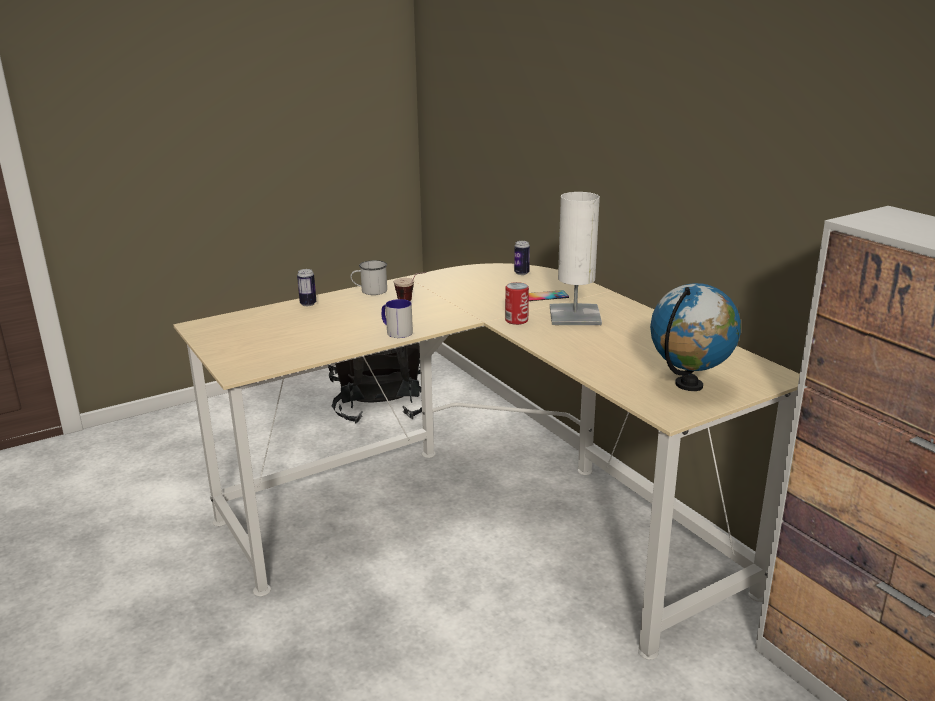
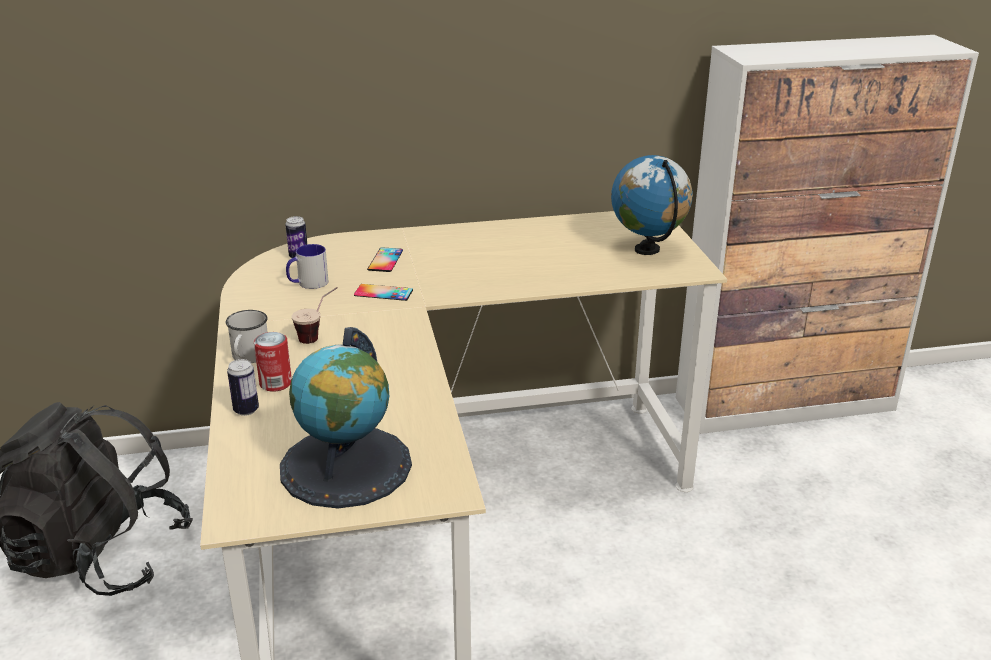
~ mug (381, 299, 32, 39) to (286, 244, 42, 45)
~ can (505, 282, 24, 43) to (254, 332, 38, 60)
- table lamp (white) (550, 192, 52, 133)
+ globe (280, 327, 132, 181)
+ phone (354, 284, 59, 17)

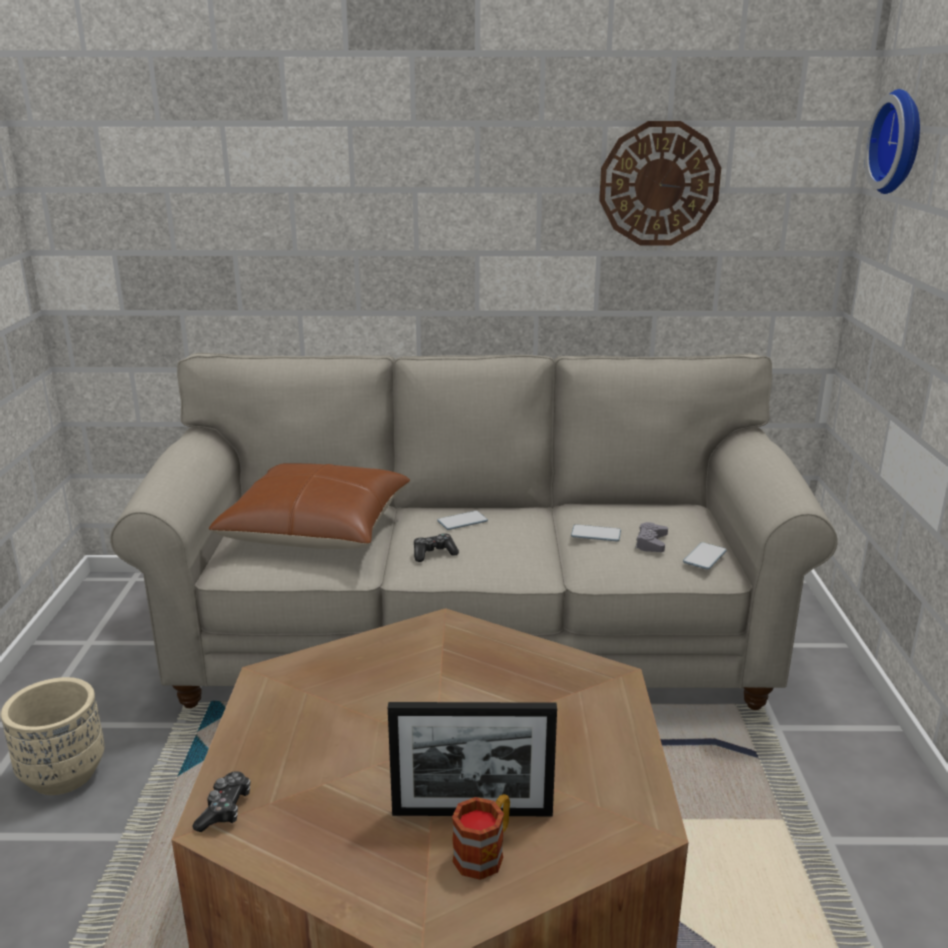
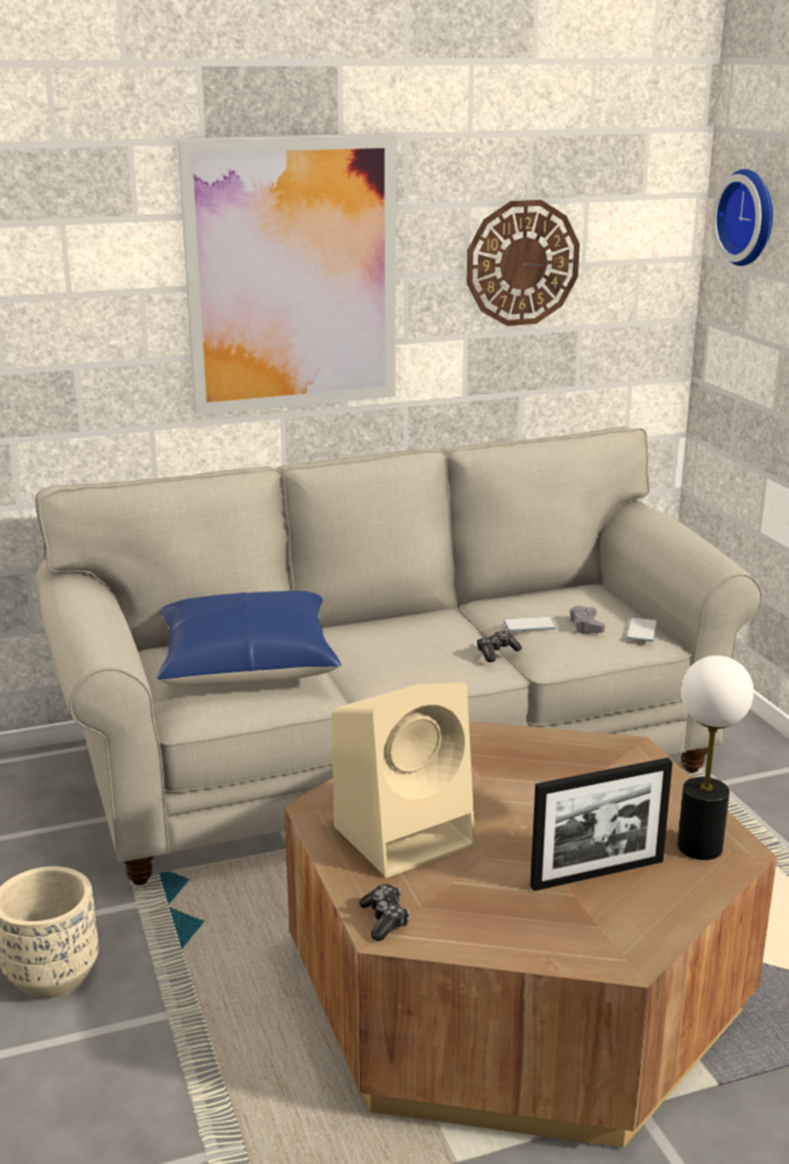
~ pillow (brown) (209, 463, 201, 86) to pillow (blue) (157, 591, 184, 96)
~ game controller (414, 533, 45, 29) to (477, 631, 45, 31)
- phone (437, 511, 51, 19)
- mug (452, 794, 58, 86)
+ picture (178, 135, 218, 280)
+ speaker (beige) (331, 683, 144, 195)
+ table lamp (677, 655, 77, 205)

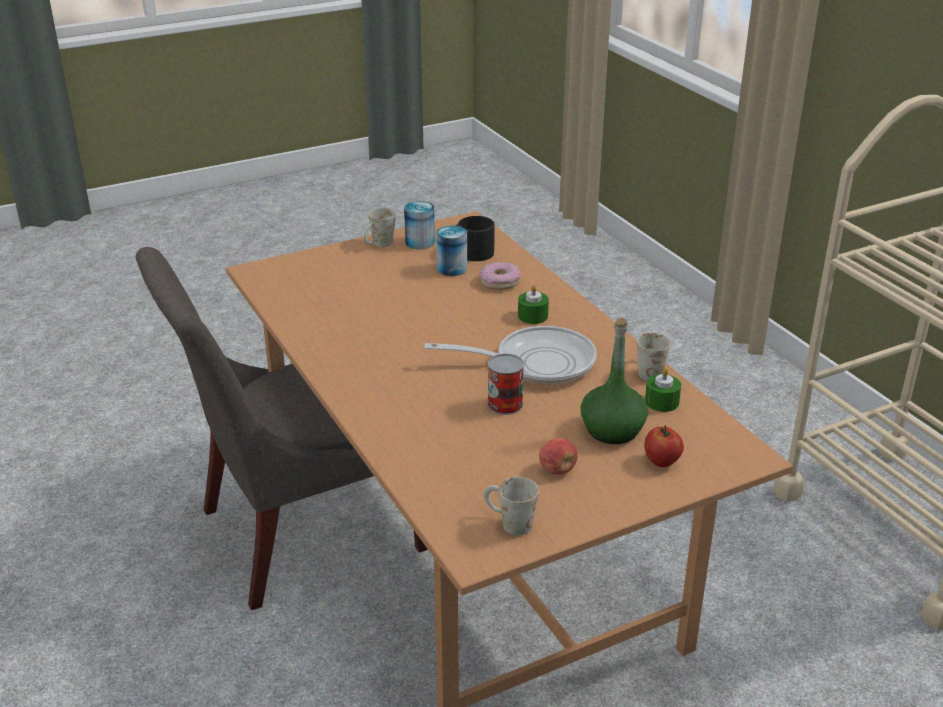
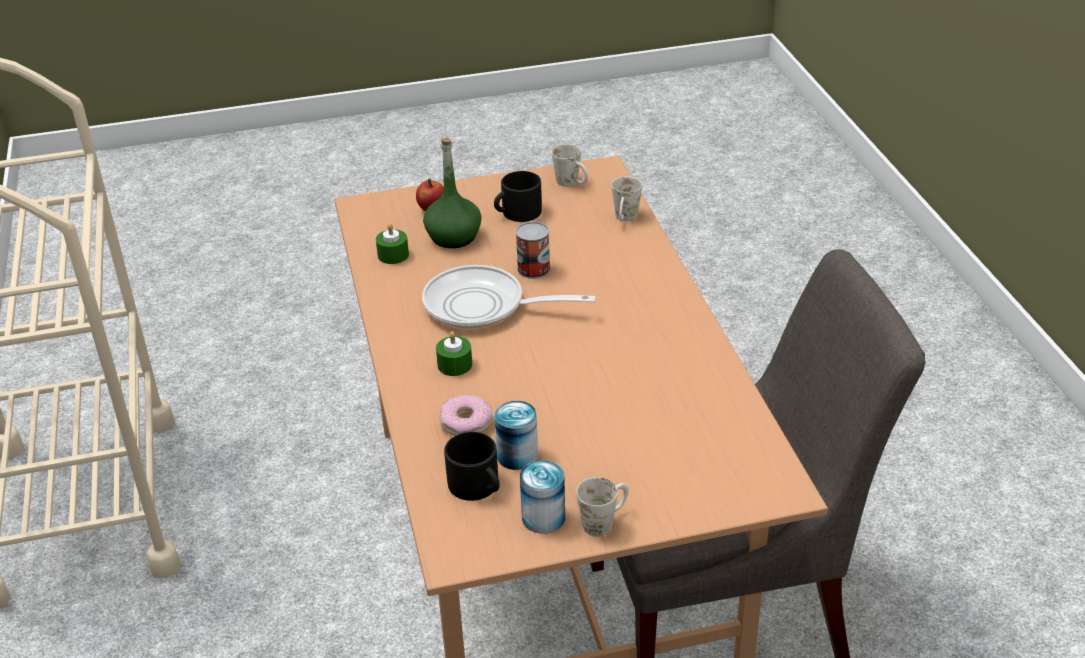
~ apple (539, 438, 39, 37) to mug (black) (494, 171, 48, 51)
~ mug (white) (637, 333, 34, 48) to (612, 176, 30, 46)

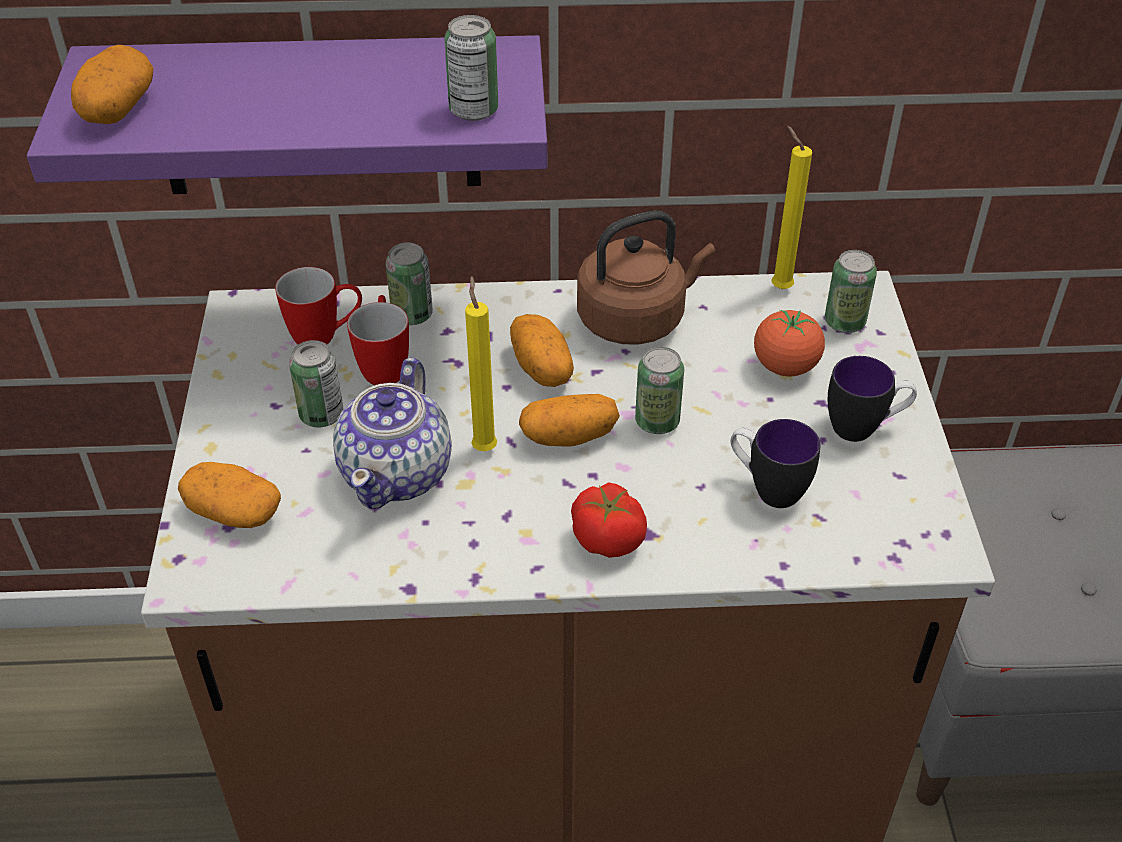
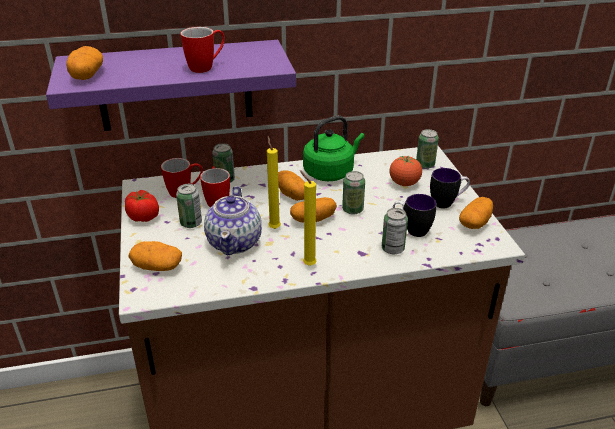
~ can (444, 15, 54, 106) to (382, 208, 26, 46)
~ tomato (571, 482, 76, 76) to (125, 190, 34, 32)
~ kettle (brown) (577, 210, 138, 135) to kettle (green) (303, 116, 62, 65)
~ candle (yellow) (771, 126, 41, 163) to (300, 170, 17, 96)
+ mug (180, 27, 45, 46)
+ potato (459, 197, 34, 32)

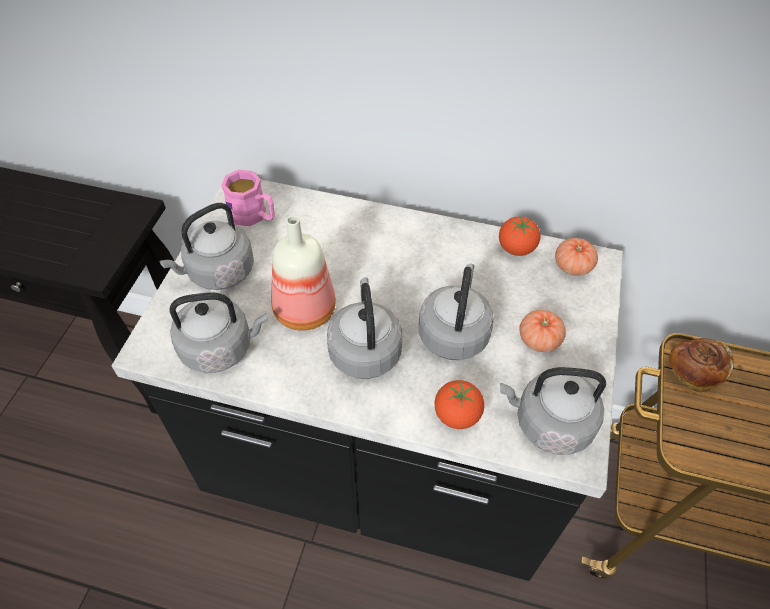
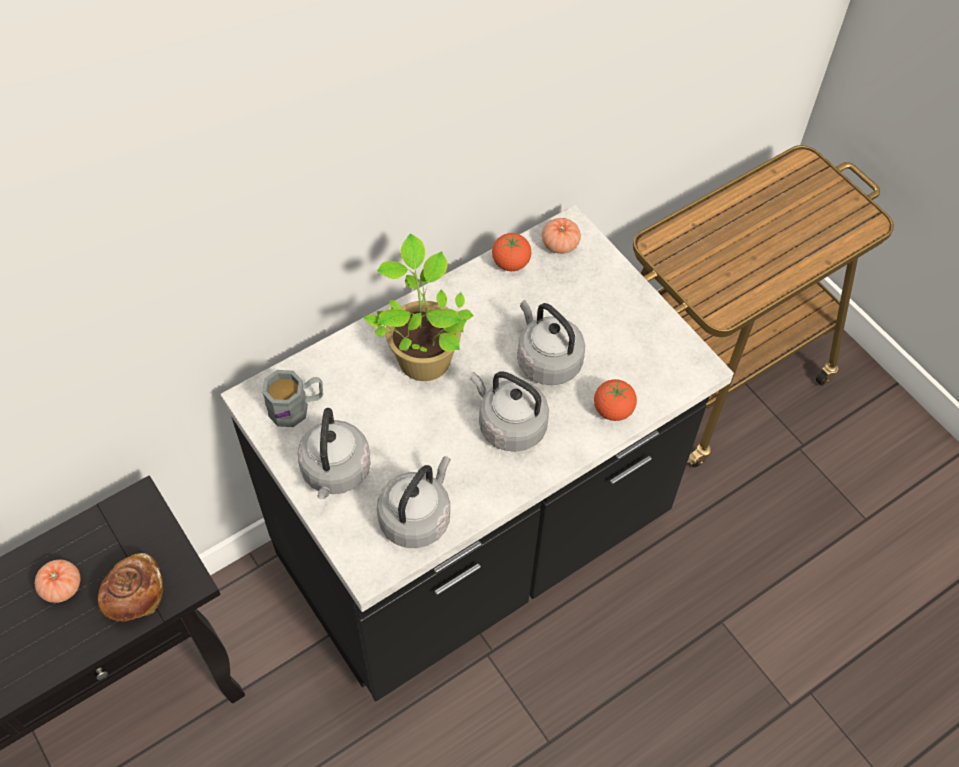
~ mug (pink) (221, 170, 54, 56) to mug (grey) (262, 370, 61, 57)
- bottle (271, 215, 65, 116)
- kettle (grey) (500, 367, 106, 88)
~ tomato (520, 310, 46, 42) to (35, 560, 45, 43)
~ bread (668, 338, 66, 55) to (98, 553, 65, 69)
+ potted plant (364, 234, 109, 147)

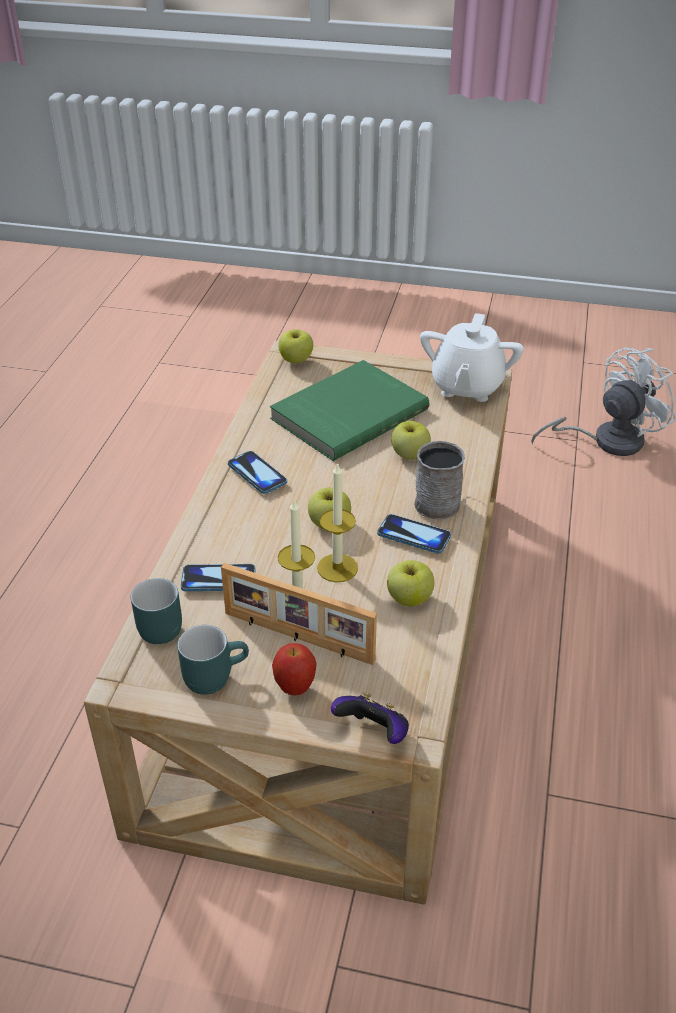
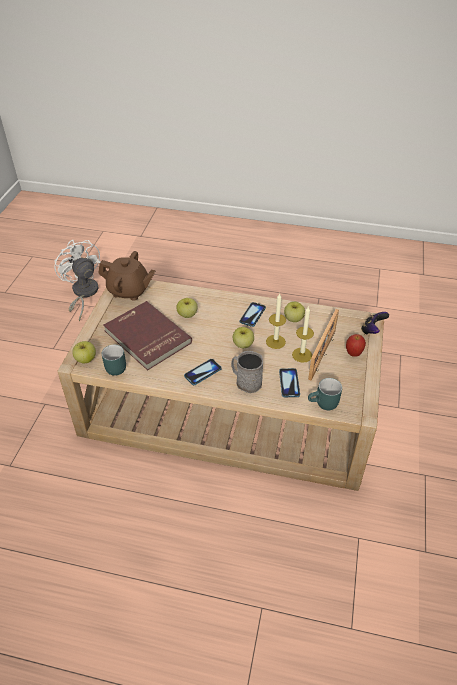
~ mug (turquoise) (177, 625, 72, 70) to (102, 345, 24, 31)
~ book (green) (270, 360, 159, 101) to book (red) (103, 301, 89, 70)
~ mug (grey) (414, 441, 51, 78) to (231, 351, 32, 42)
~ teapot (white) (420, 313, 104, 89) to teapot (brown) (98, 251, 58, 50)

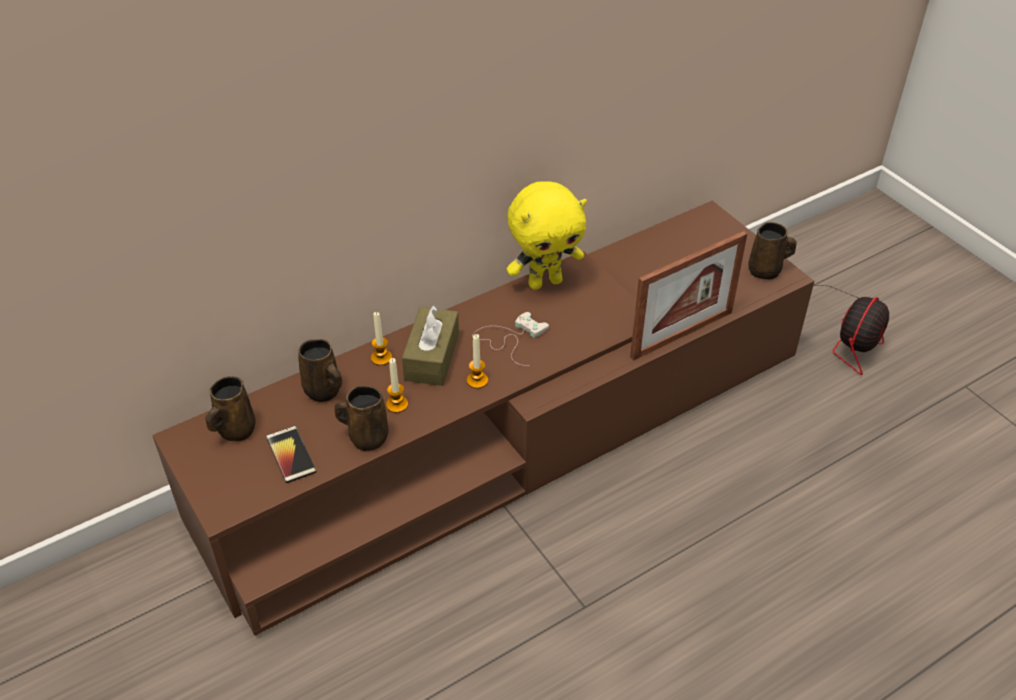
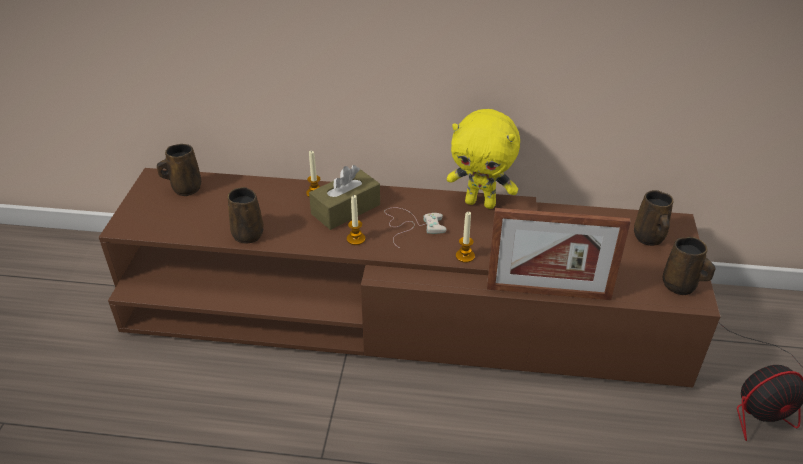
- phone (266, 426, 51, 57)
~ mug (brown) (298, 339, 44, 63) to (634, 190, 40, 56)
~ candle (386, 358, 22, 55) to (456, 212, 19, 51)

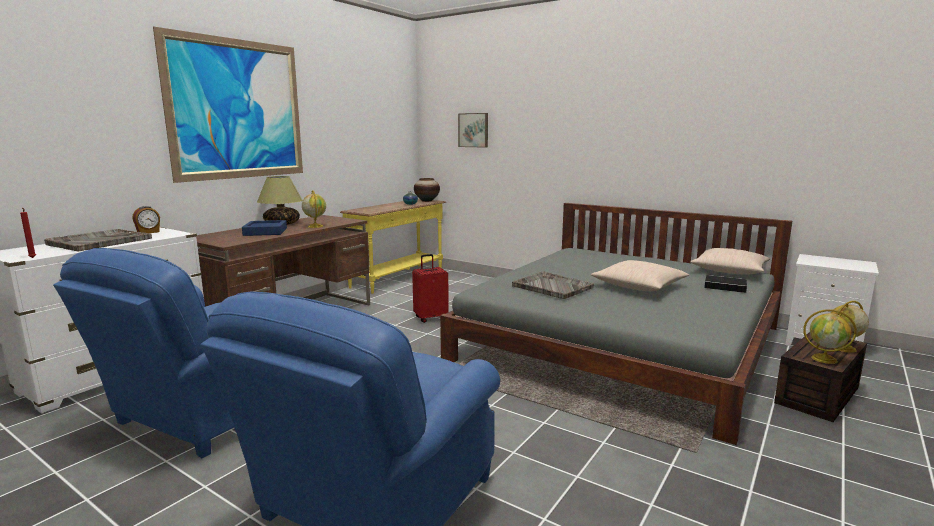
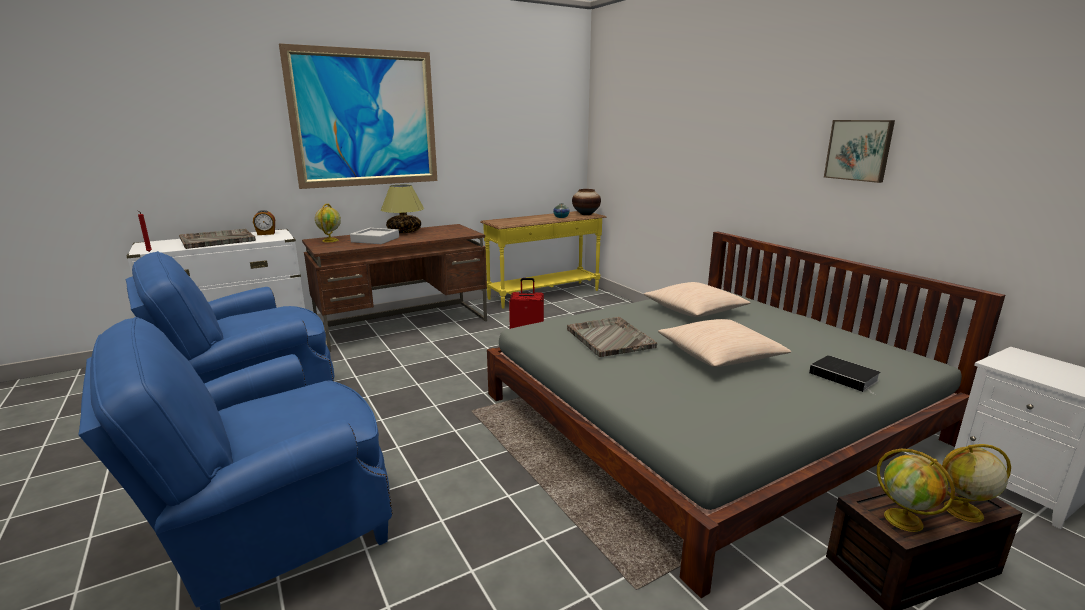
~ tray (blue) (242, 220, 45, 16) to tray (grey) (350, 228, 49, 16)
~ globe (302, 190, 24, 38) to (315, 204, 26, 38)
~ picture (458, 113, 30, 35) to (824, 120, 71, 63)
~ pillow (beige) (690, 248, 80, 26) to (644, 282, 106, 35)

